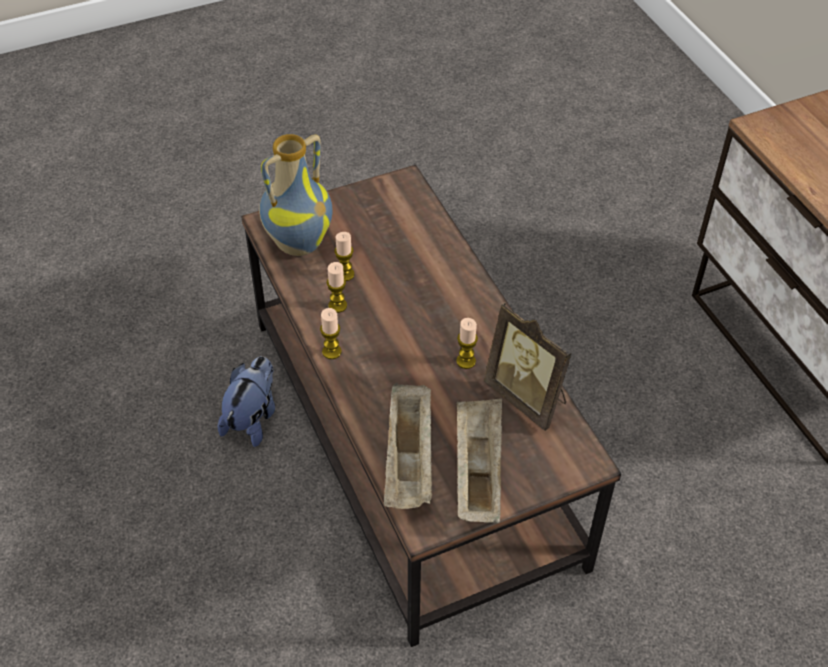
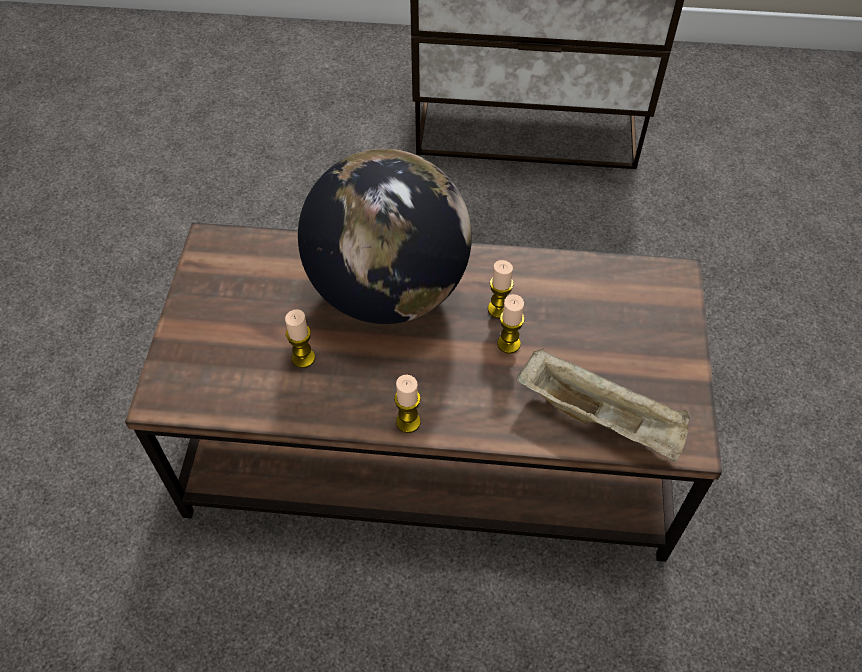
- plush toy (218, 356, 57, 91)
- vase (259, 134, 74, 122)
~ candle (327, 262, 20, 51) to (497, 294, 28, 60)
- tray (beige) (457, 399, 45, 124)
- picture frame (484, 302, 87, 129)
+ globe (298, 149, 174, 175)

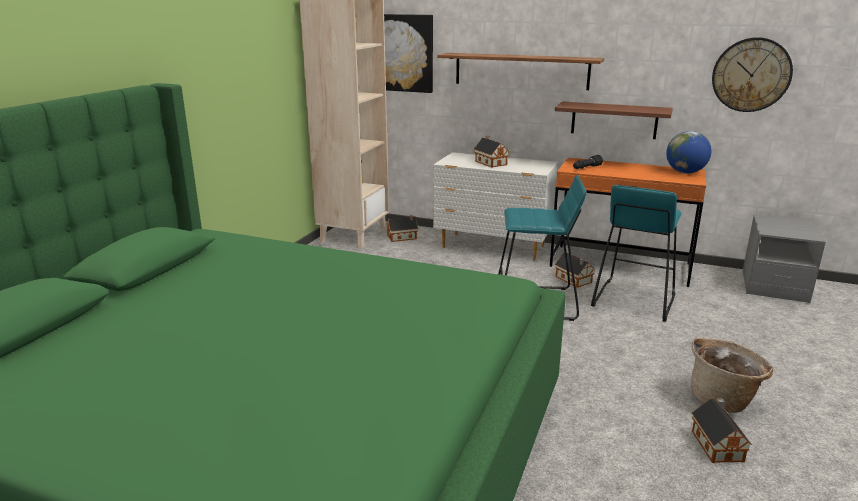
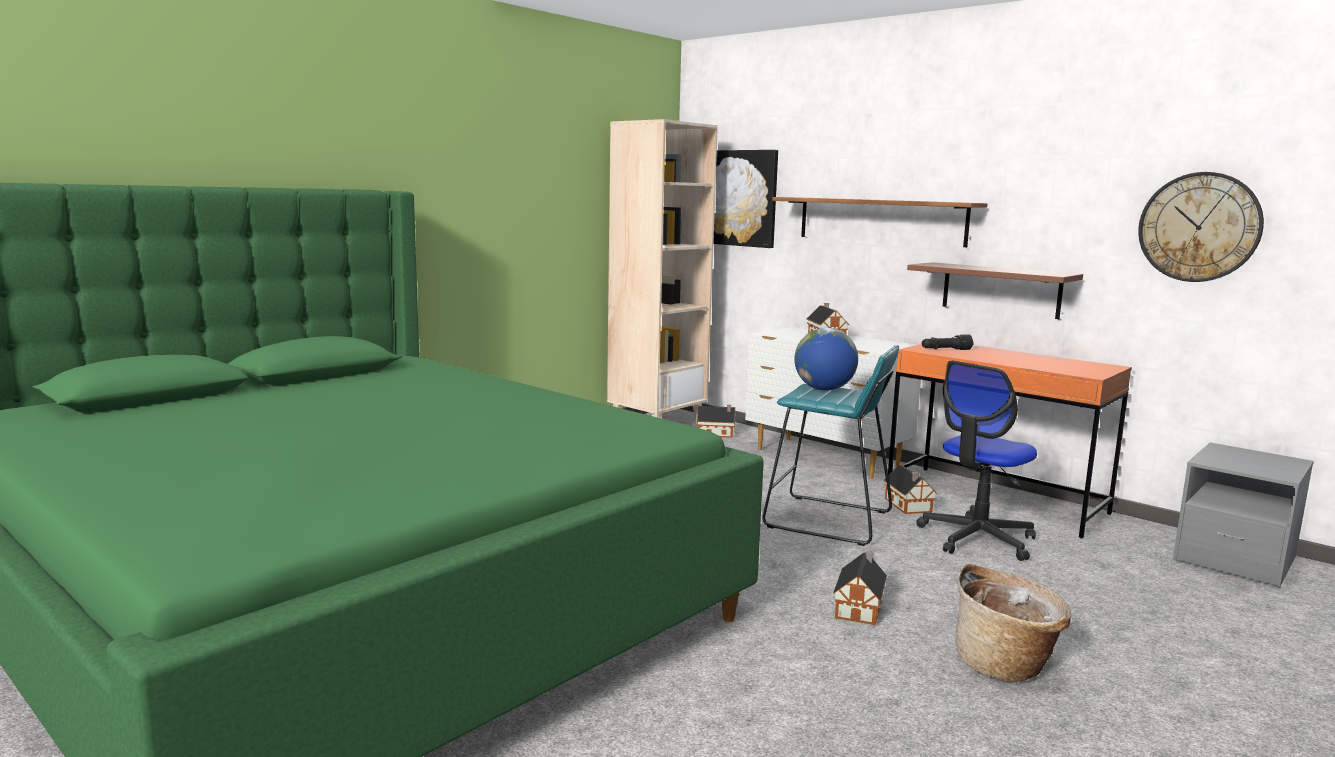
~ stool (turquoise) (591, 185, 91, 137) to office chair (916, 361, 121, 200)
~ globe (666, 131, 46, 42) to (794, 328, 64, 63)
~ toy house (692, 398, 60, 65) to (833, 551, 54, 74)

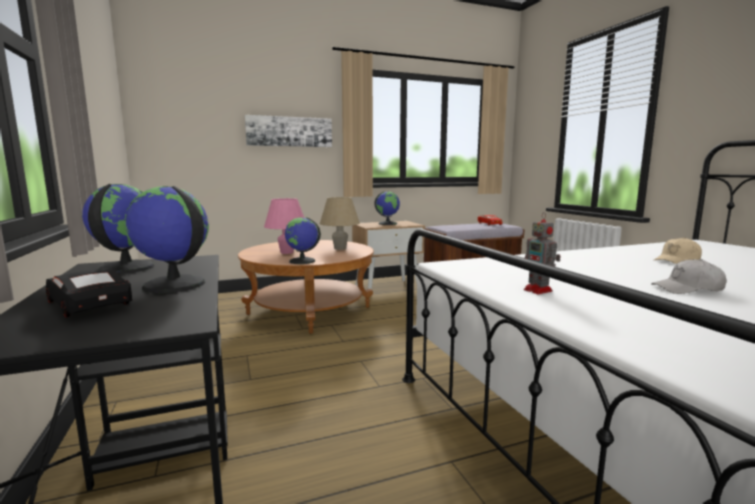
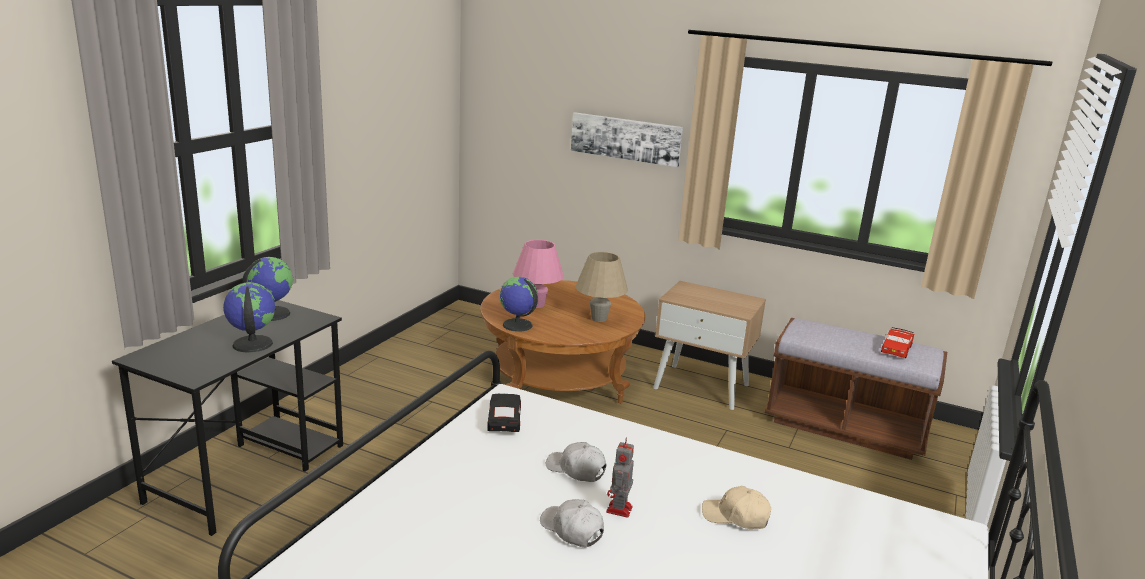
~ toy car (black) (46, 268, 86, 49) to (487, 394, 34, 38)
- globe (374, 192, 26, 33)
~ toy robot (524, 212, 37, 82) to (606, 437, 28, 81)
+ cap (white) (546, 442, 61, 40)

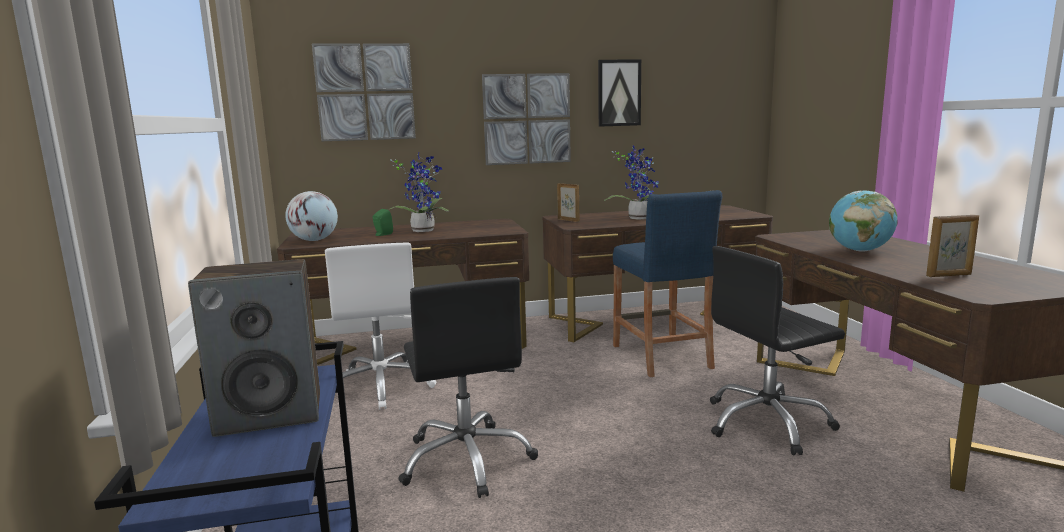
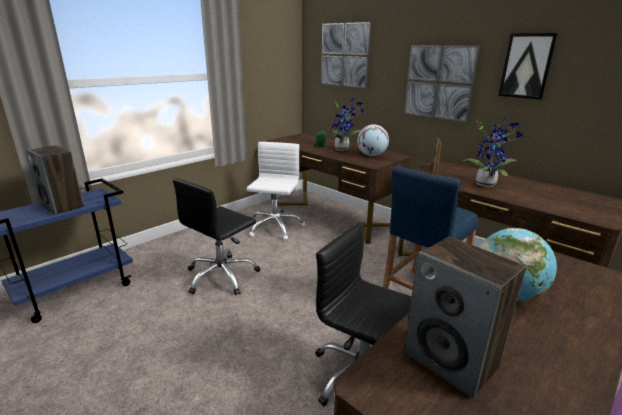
~ globe (285, 191, 53, 50) to (357, 124, 32, 32)
~ office chair (white) (325, 243, 111, 167) = (246, 142, 59, 98) 150 degrees clockwise
~ picture frame (926, 215, 53, 62) to speaker (404, 237, 122, 162)

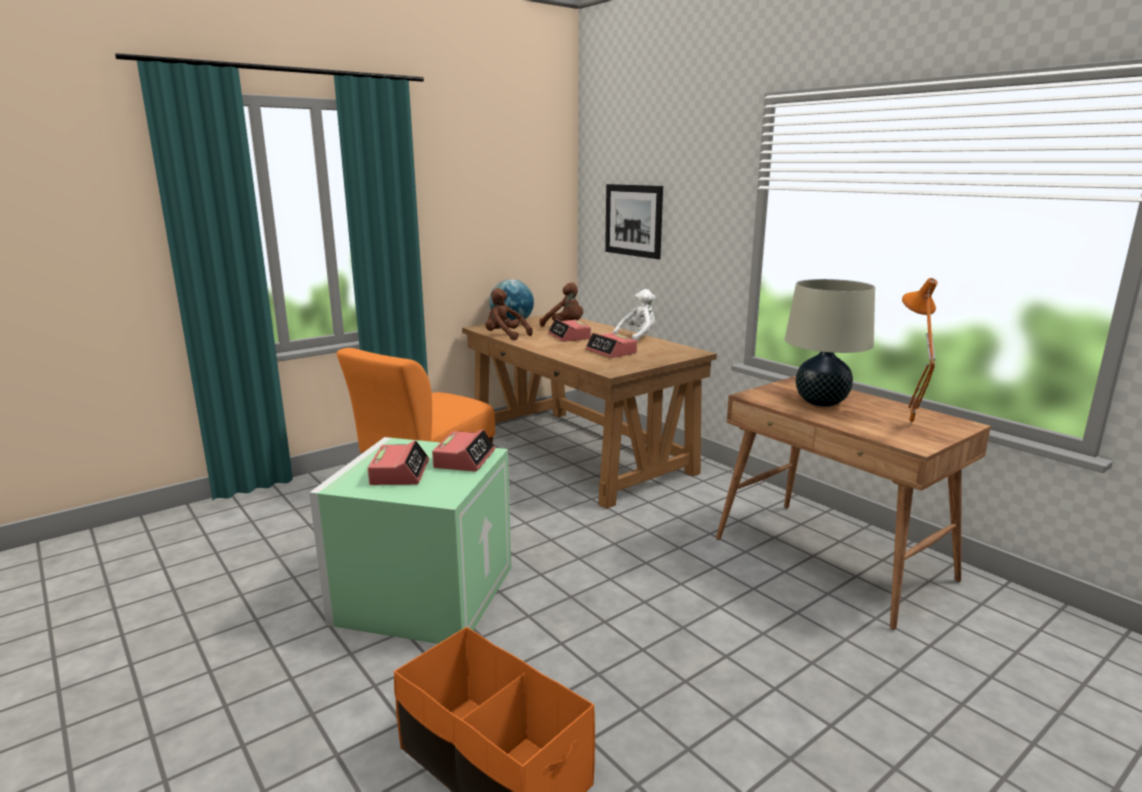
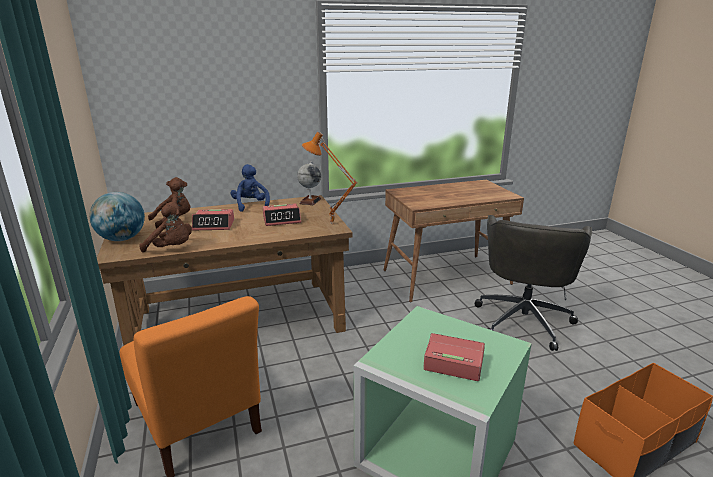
- alarm clock (432, 429, 63, 43)
~ plush toy (brown) (485, 288, 48, 52) = (139, 202, 53, 50) 120 degrees counterclockwise
- picture (605, 184, 58, 75)
~ plush toy (white) (613, 289, 42, 52) to plush toy (blue) (231, 164, 39, 48)
- table lamp (beige) (785, 279, 90, 128)
~ table lamp (orange) (902, 278, 36, 148) to (302, 132, 56, 92)
+ globe (297, 161, 24, 44)
+ office chair (grey) (474, 215, 118, 136)

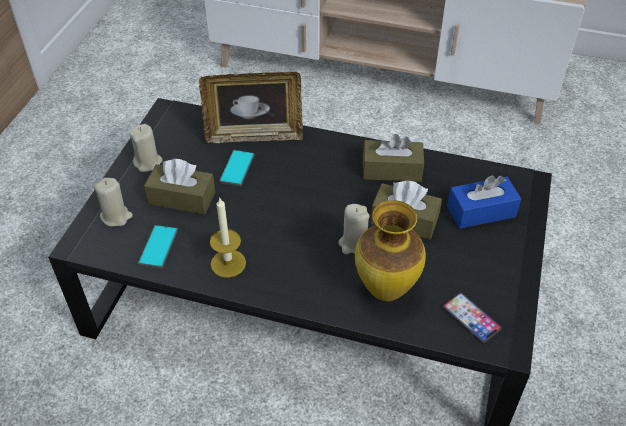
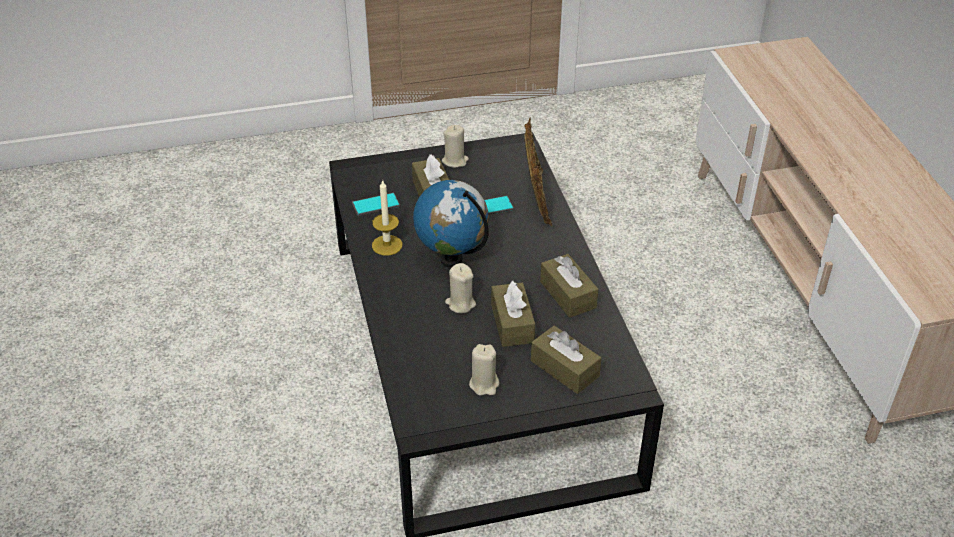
~ candle (beige) (94, 178, 39, 48) to (469, 344, 30, 52)
~ picture frame (199, 72, 104, 71) = (524, 117, 28, 109) 150 degrees counterclockwise
- vase (355, 200, 71, 101)
- phone (443, 293, 59, 50)
~ tissue box (blue) (447, 175, 74, 54) to tissue box (brown) (531, 325, 71, 69)
+ globe (413, 180, 76, 87)

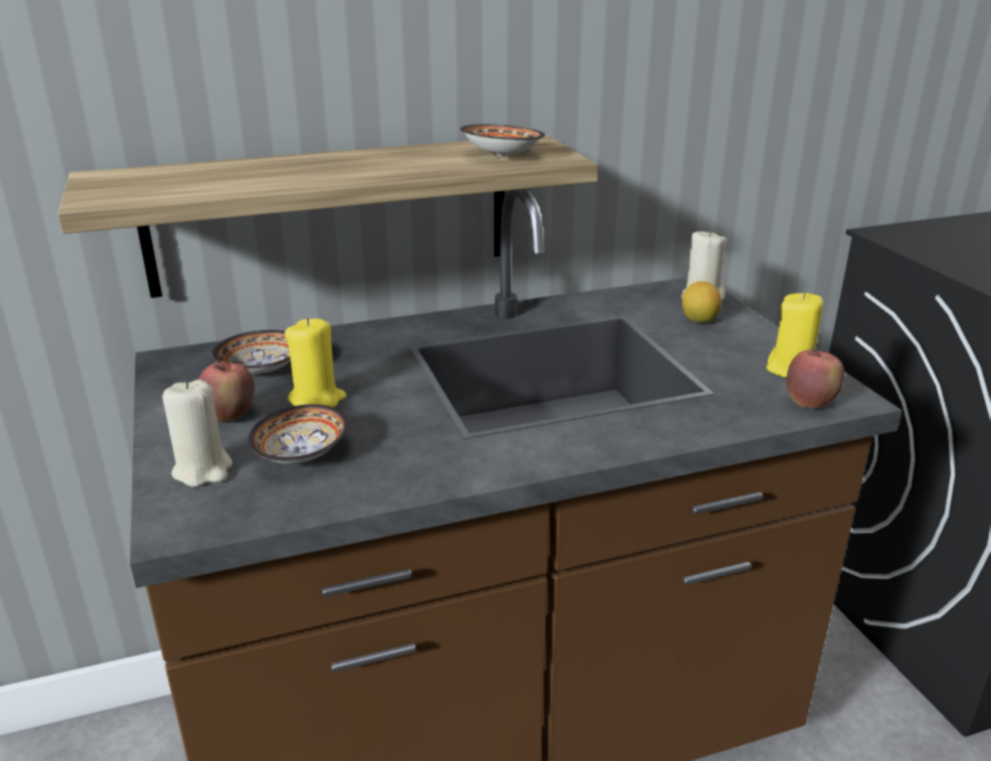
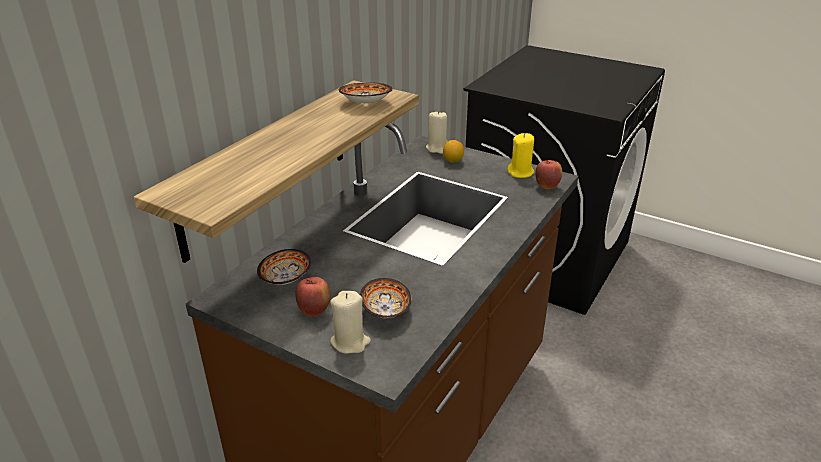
- candle (yellow) (285, 318, 61, 89)

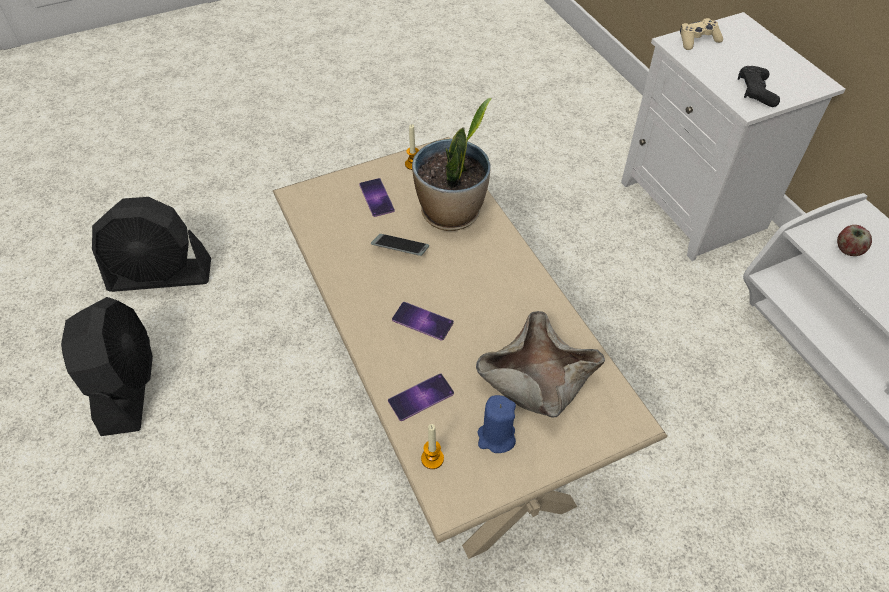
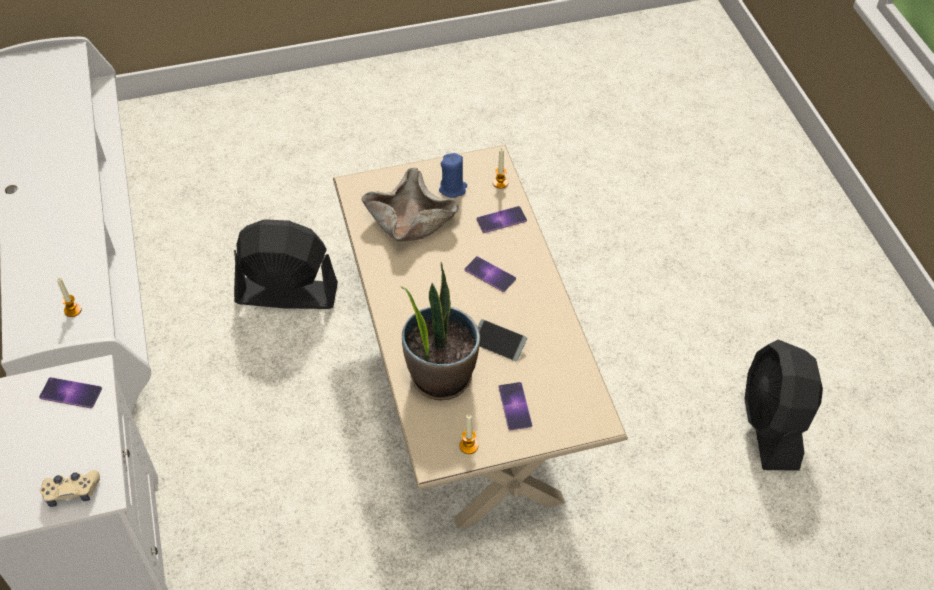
~ fan (black) (92, 197, 119, 95) to (234, 219, 104, 90)
~ game controller (black) (738, 66, 42, 41) to phone (39, 377, 63, 31)
~ apple (837, 225, 35, 31) to candle (57, 278, 25, 39)

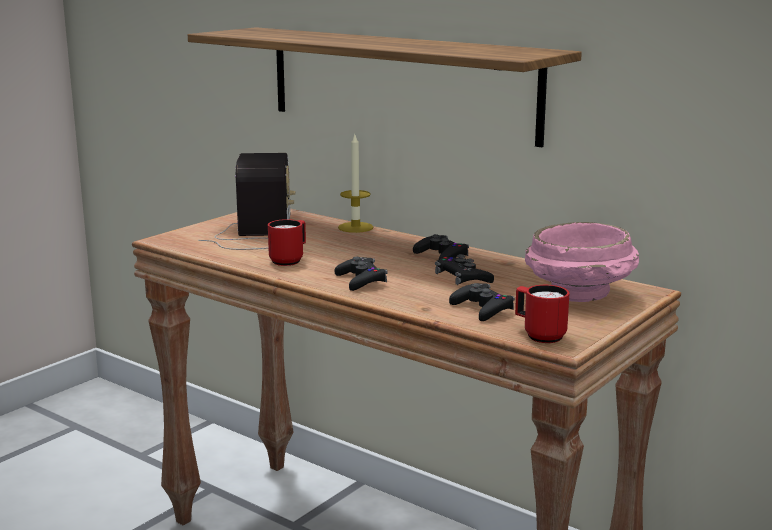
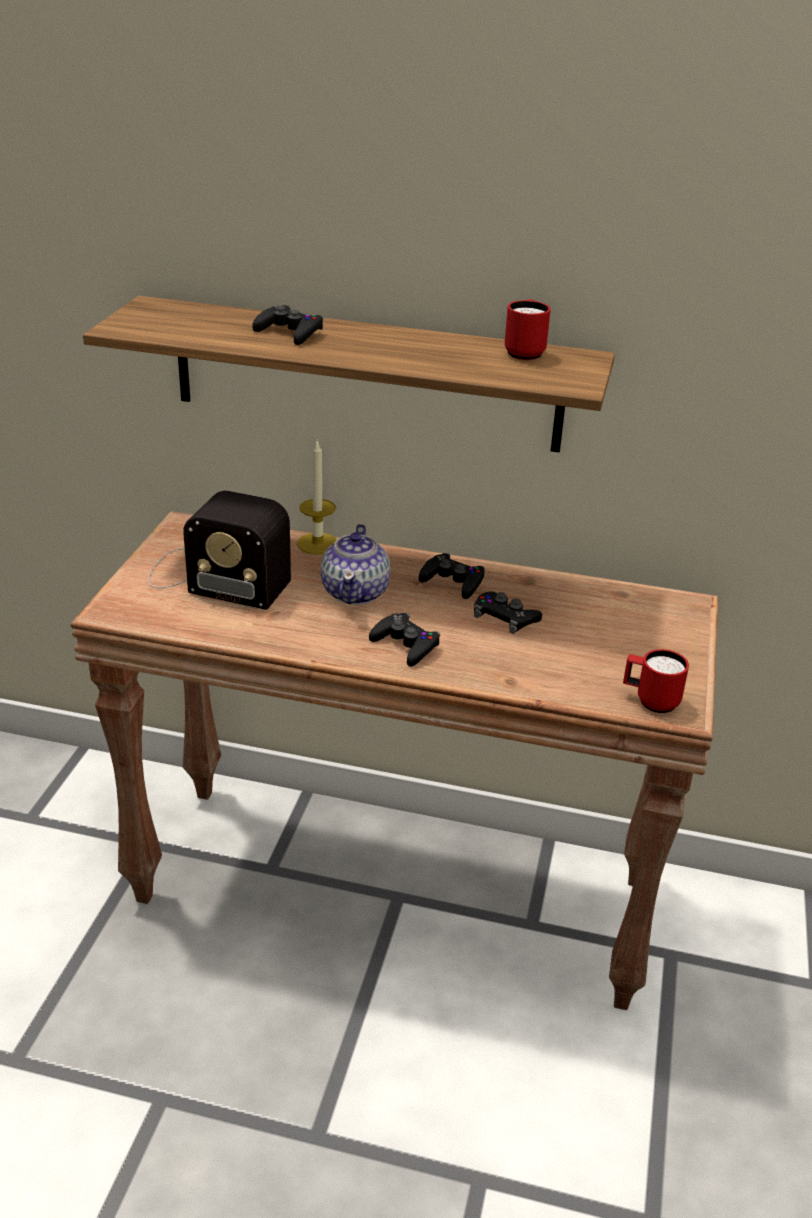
~ radio (198, 153, 98, 97) = (148, 491, 143, 119) 135 degrees clockwise
~ mug (red) (268, 219, 38, 47) to (505, 299, 46, 61)
~ game controller (black) (449, 283, 66, 38) to (252, 305, 71, 40)
- bowl (pink) (525, 222, 114, 80)
+ teapot (321, 524, 69, 81)

